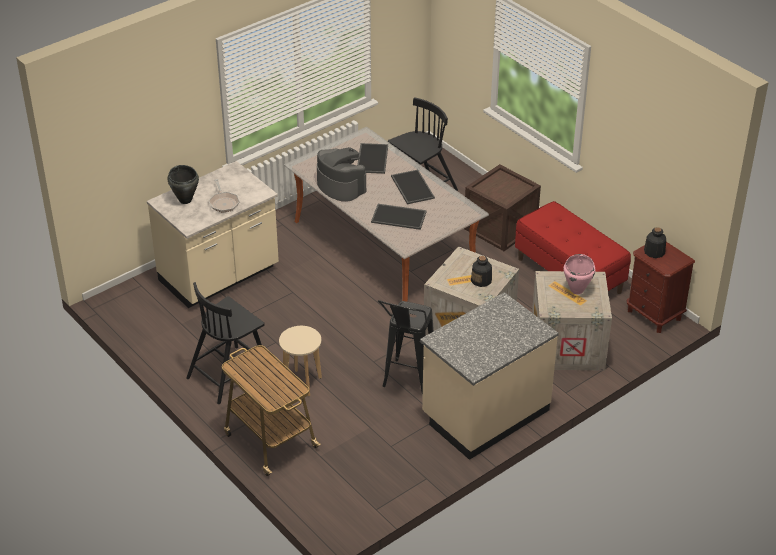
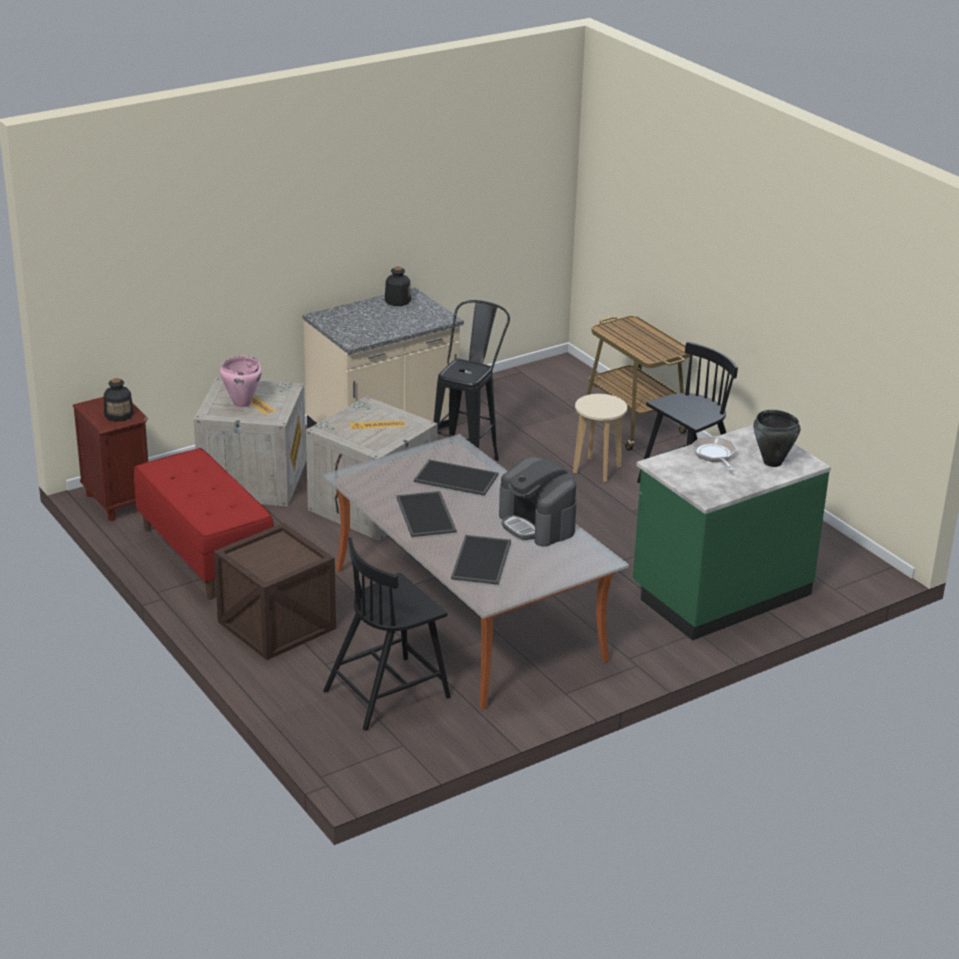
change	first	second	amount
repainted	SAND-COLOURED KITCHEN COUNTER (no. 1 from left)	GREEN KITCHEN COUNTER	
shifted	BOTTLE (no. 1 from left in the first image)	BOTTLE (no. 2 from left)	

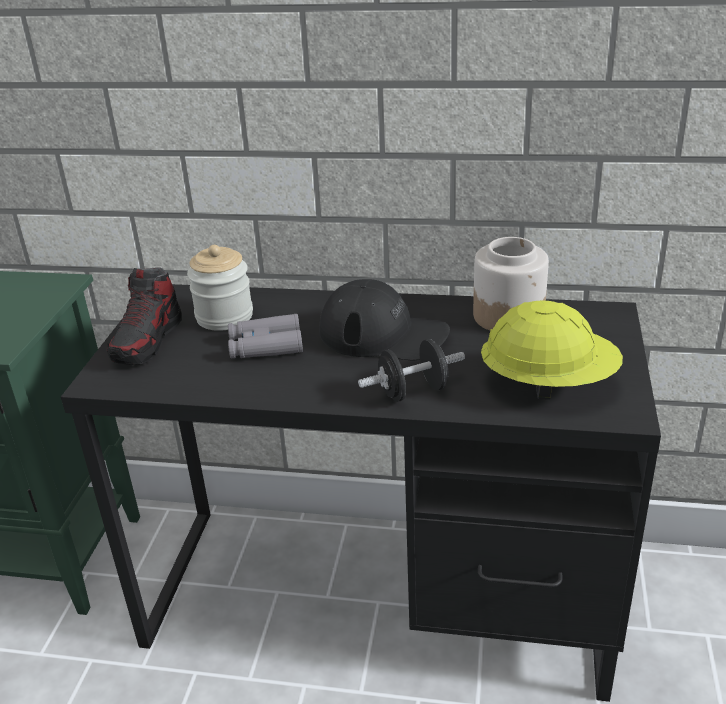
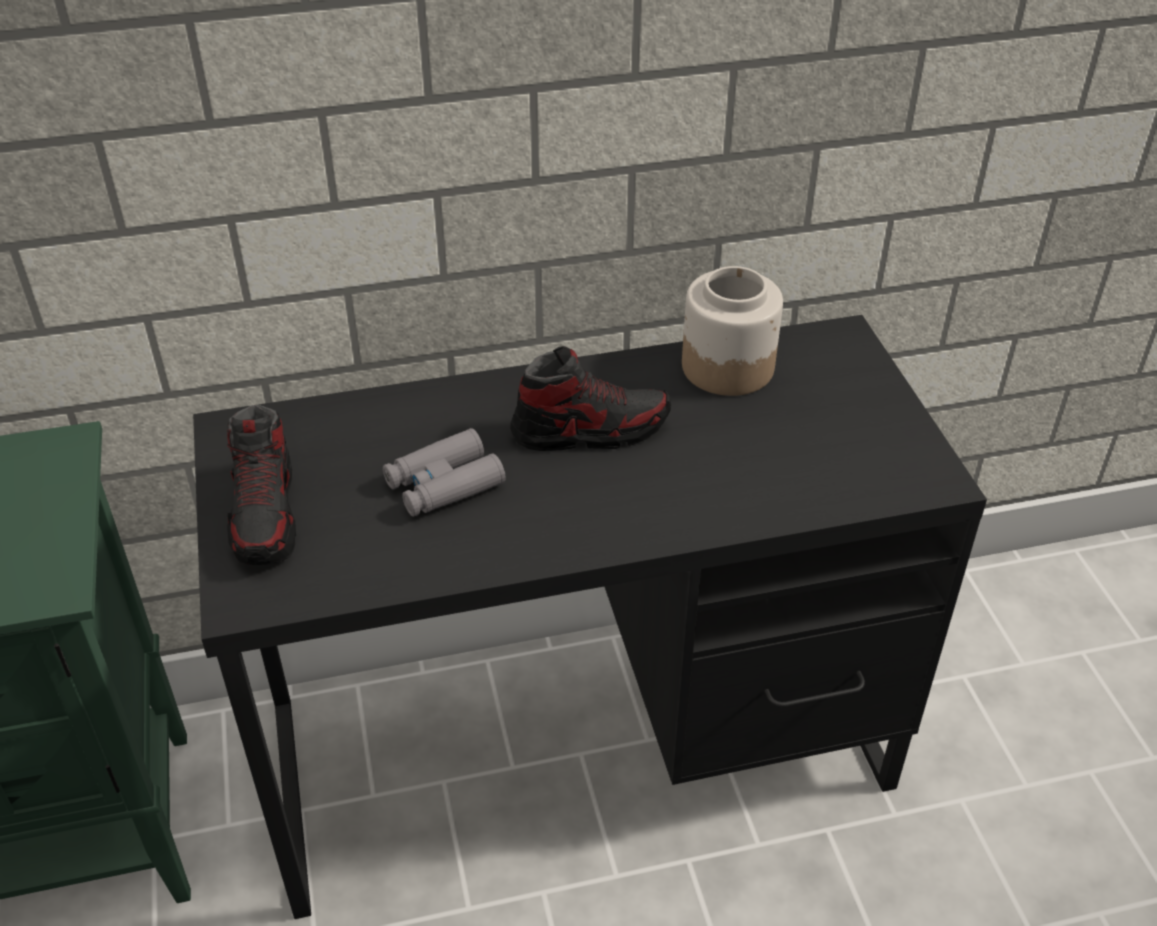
change	first	second	amount
gone	PRESERVE JAR (no. 1 from left)		
swapped	BLACK BASEBALL CAP	LOW SHOE (no. 2 from left)	
gone	YELLOW SAFETY HELMET		
gone	BLACK FREE WEIGHT		

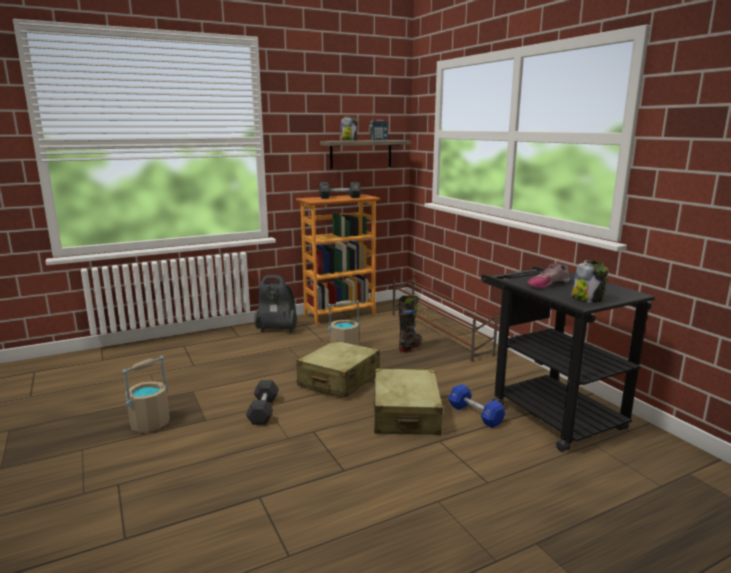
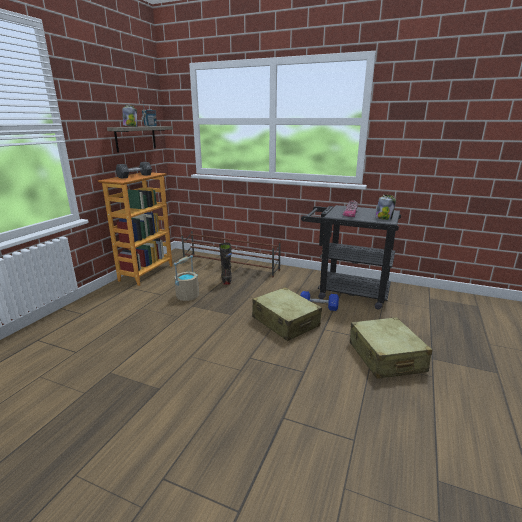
change	first	second	amount
gone	HOOVER		
shifted	SAND-COLOURED TRAVEL CASE (no. 1 from left in the first image)	SAND-COLOURED TRAVEL CASE (no. 2 from left)	
gone	SAND-COLOURED WATER BUCKET (no. 1 from left)		
gone	BLACK FREE WEIGHT (no. 1 from left)		

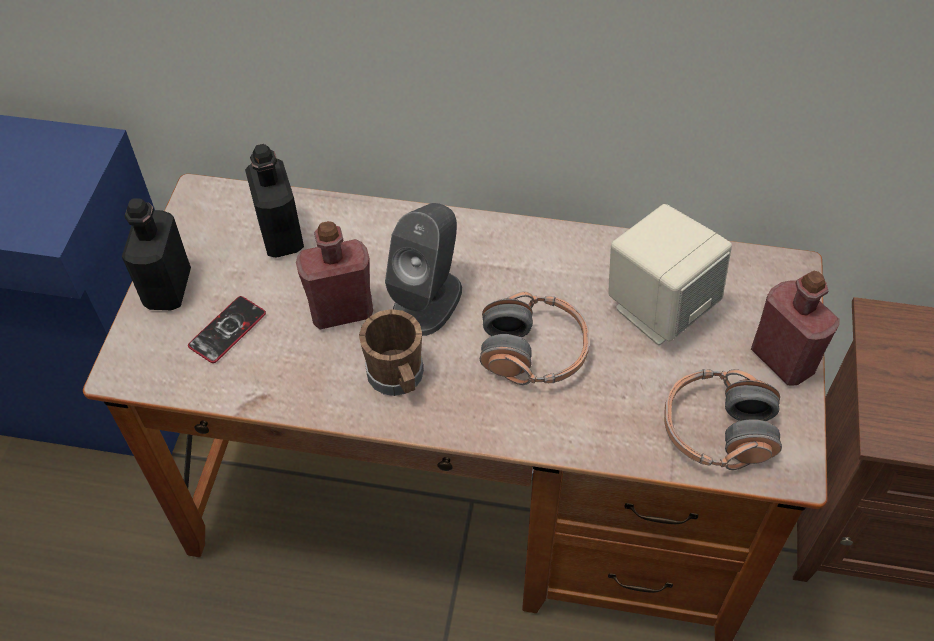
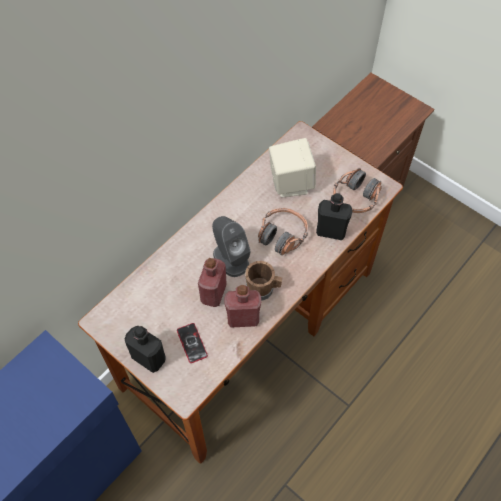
change	first	second	amount
shifted	BLACK BOTTLE (no. 2 from left)		
shifted	RED BOTTLE (no. 2 from left)		

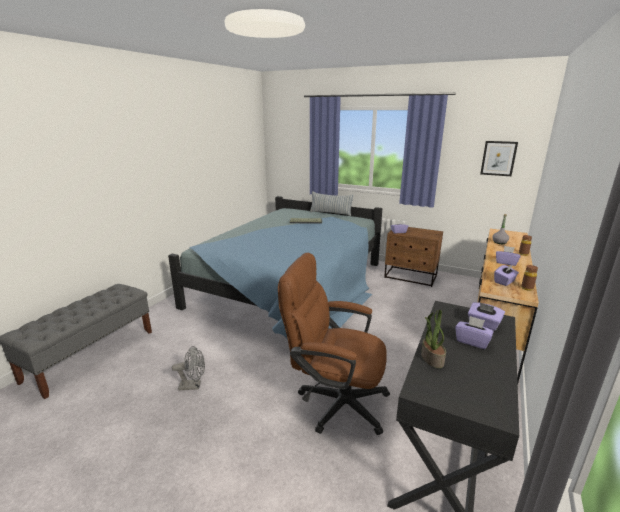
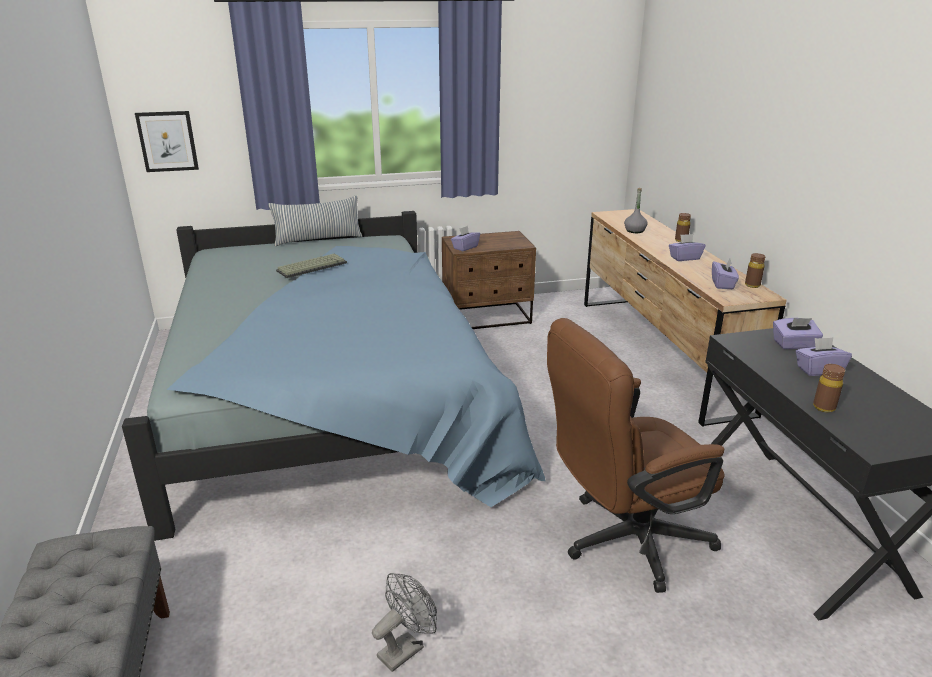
change	first	second	amount
shifted	WALL ART		
swapped	HOUSEPLANT	BROWN BOTTLE (no. 3 from left)	

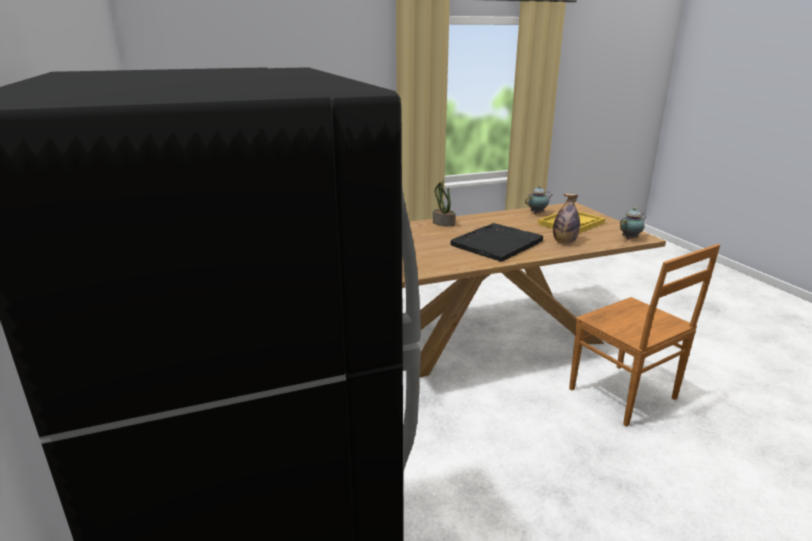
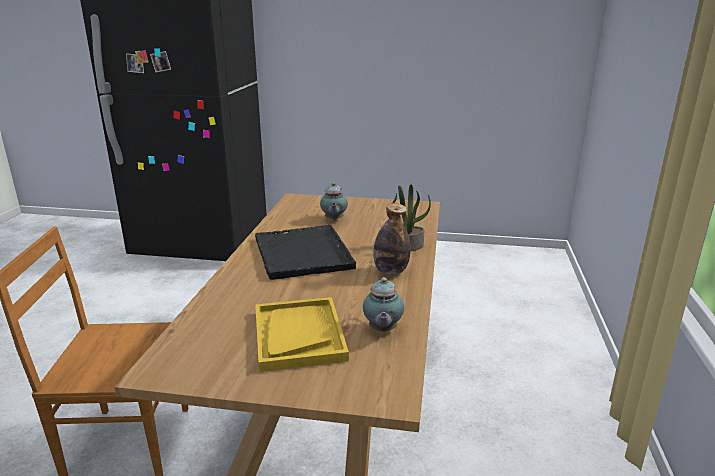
change	first	second	amount
shifted	BOTTLE		
shifted	TEAPOT (no. 2 from left in the first image)	TEAPOT (no. 1 from left)	

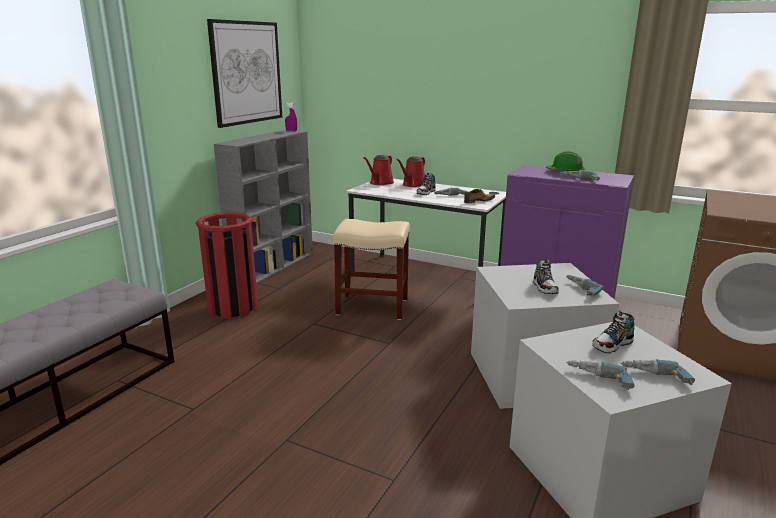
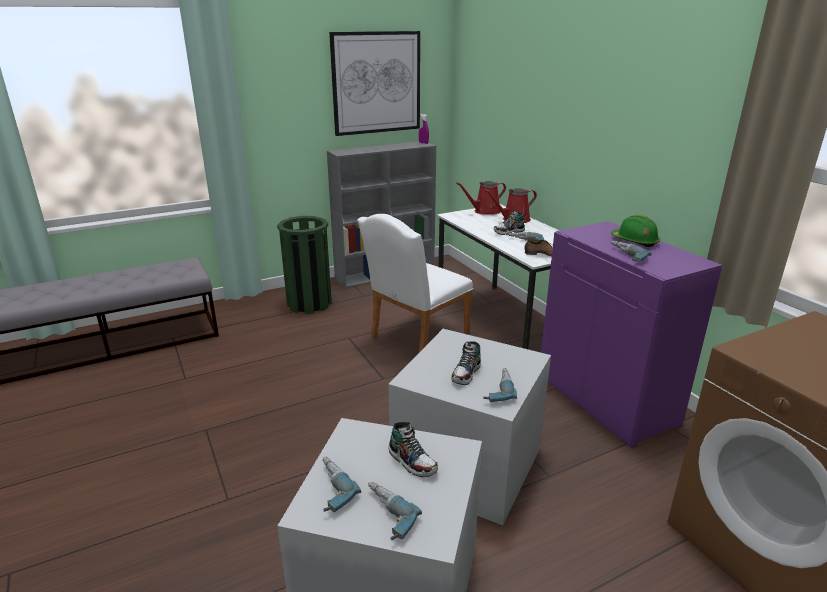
change	first	second	amount
repainted	RED WASTE BIN	GREEN WASTE BIN	
swapped	SAND-COLOURED SITTING STOOL	WHITISH CHAIR	
rotated	LOW SHOE (no. 4 from left in the first image)	LOW SHOE (no. 1 from left)	135 degrees counterclockwise

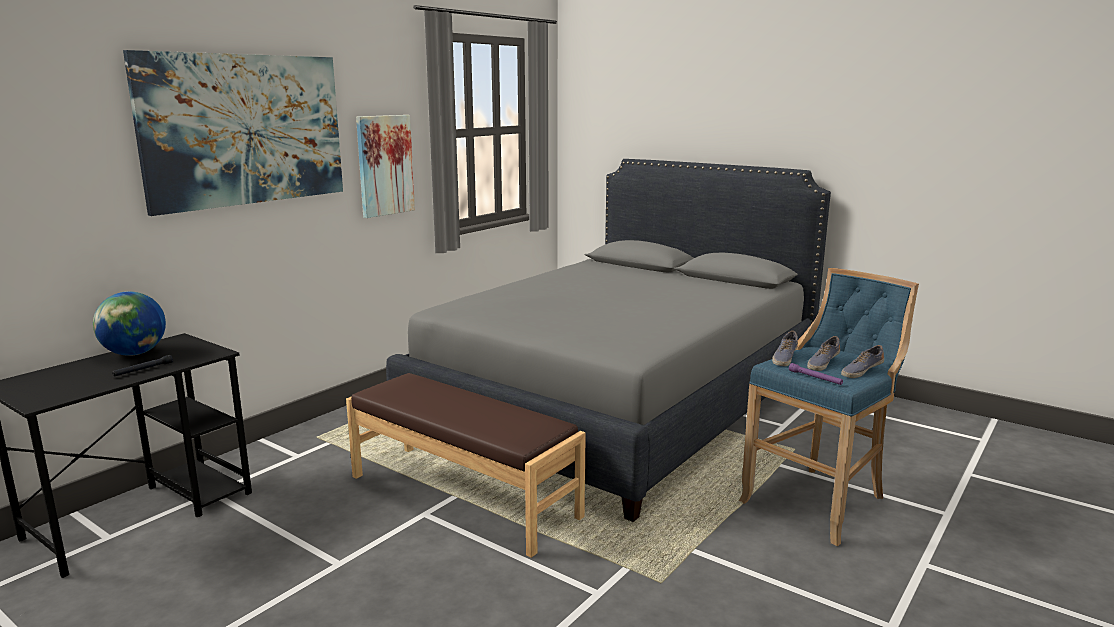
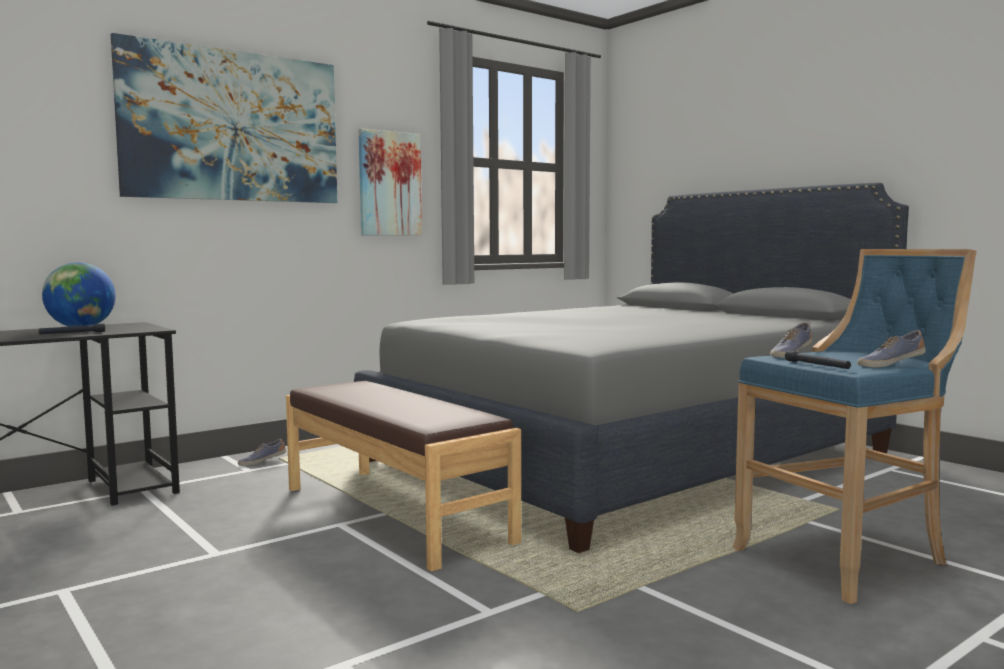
change	first	second	amount
shifted	LOW SHOE (no. 2 from left in the first image)	LOW SHOE (no. 1 from left)	
repainted	PURPLISH FLASHLIGHT	BLACK FLASHLIGHT (no. 2 from left)	

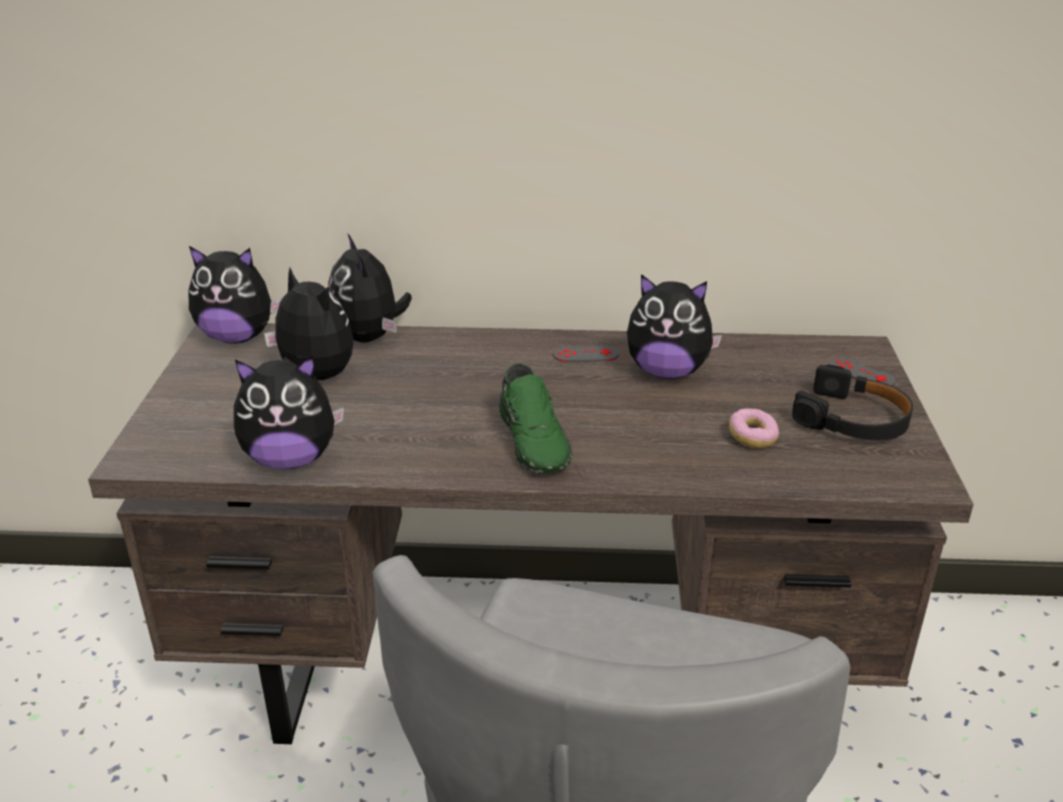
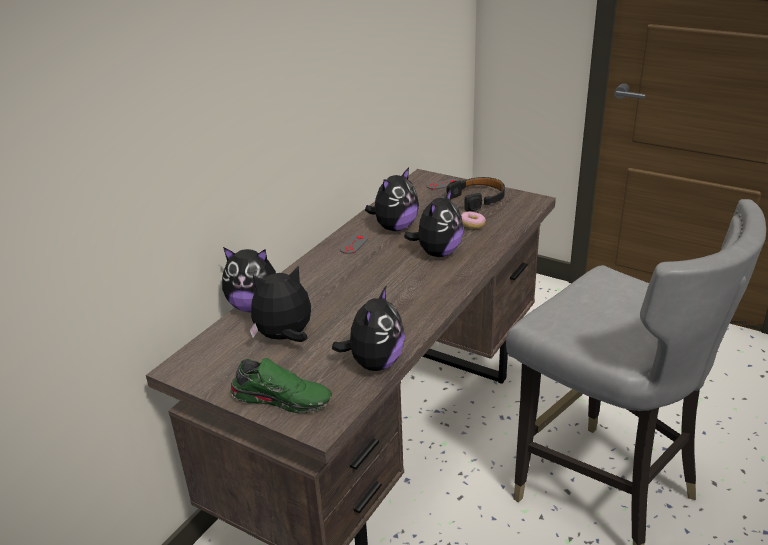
change	first	second	amount
shifted	SOFT TOY (no. 1 from left in the first image)	SOFT TOY (no. 5 from left)	
shifted	GREEN LOW SHOE		

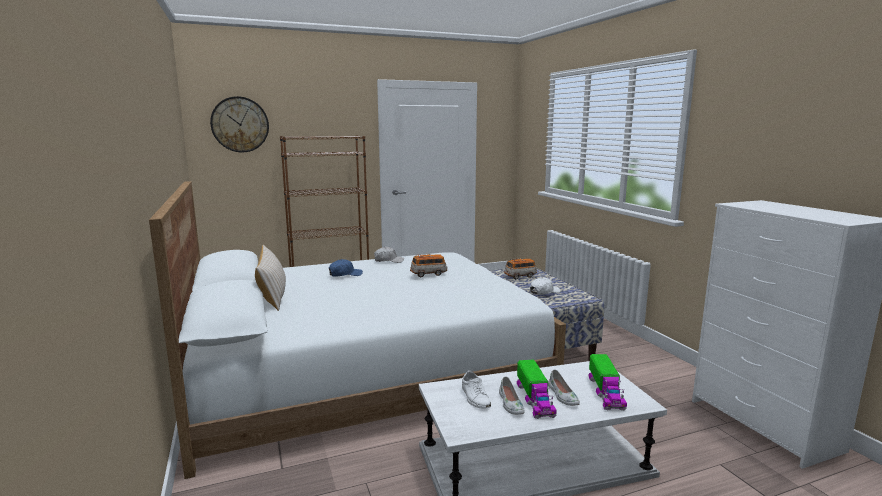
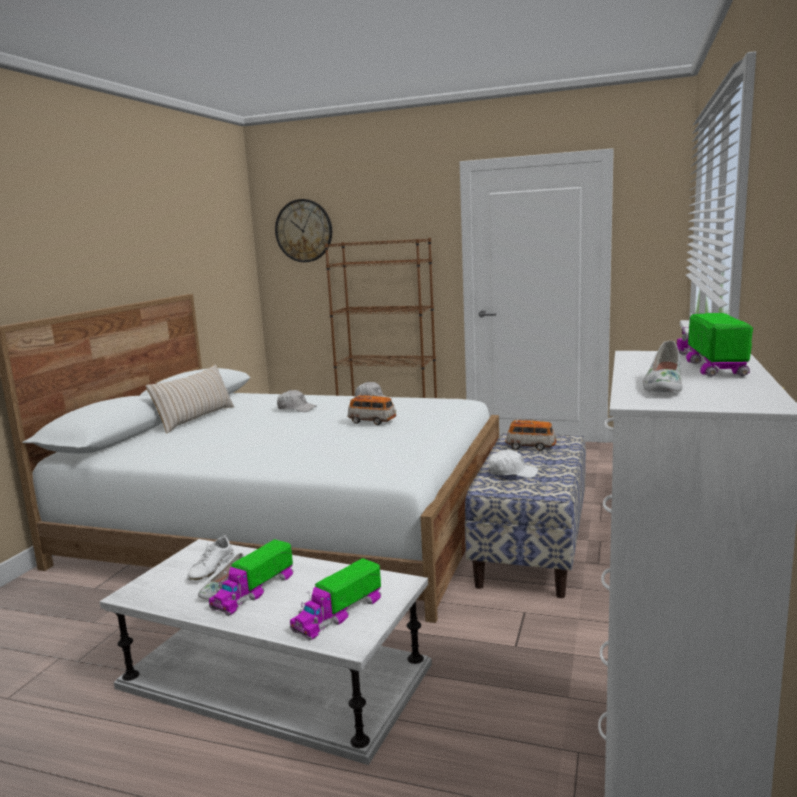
change	first	second	amount
repainted	BLUE-COLOURED BASEBALL CAP	WHITISH BASEBALL CAP (no. 1 from left)	
shifted	WHITISH LOW SHOE (no. 3 from left)		
new		TOY LORRY (no. 3 from left)	

